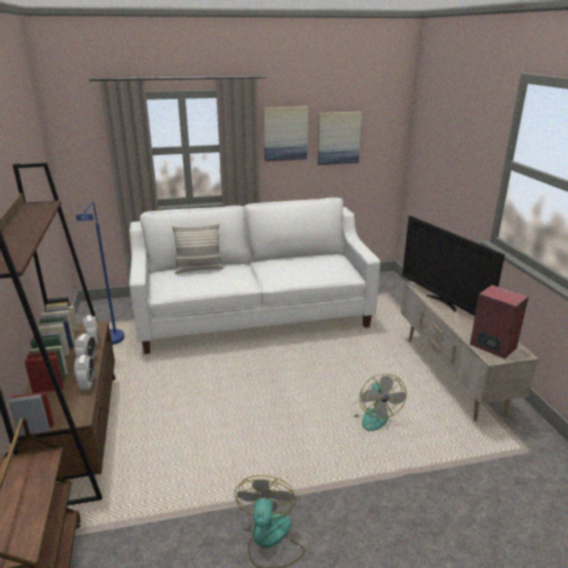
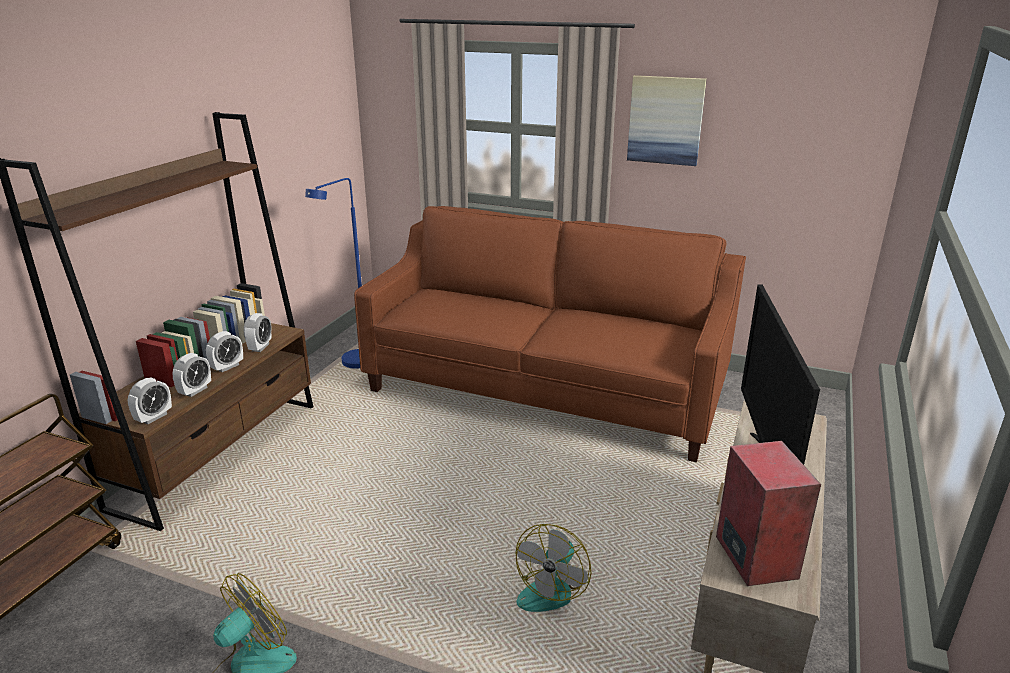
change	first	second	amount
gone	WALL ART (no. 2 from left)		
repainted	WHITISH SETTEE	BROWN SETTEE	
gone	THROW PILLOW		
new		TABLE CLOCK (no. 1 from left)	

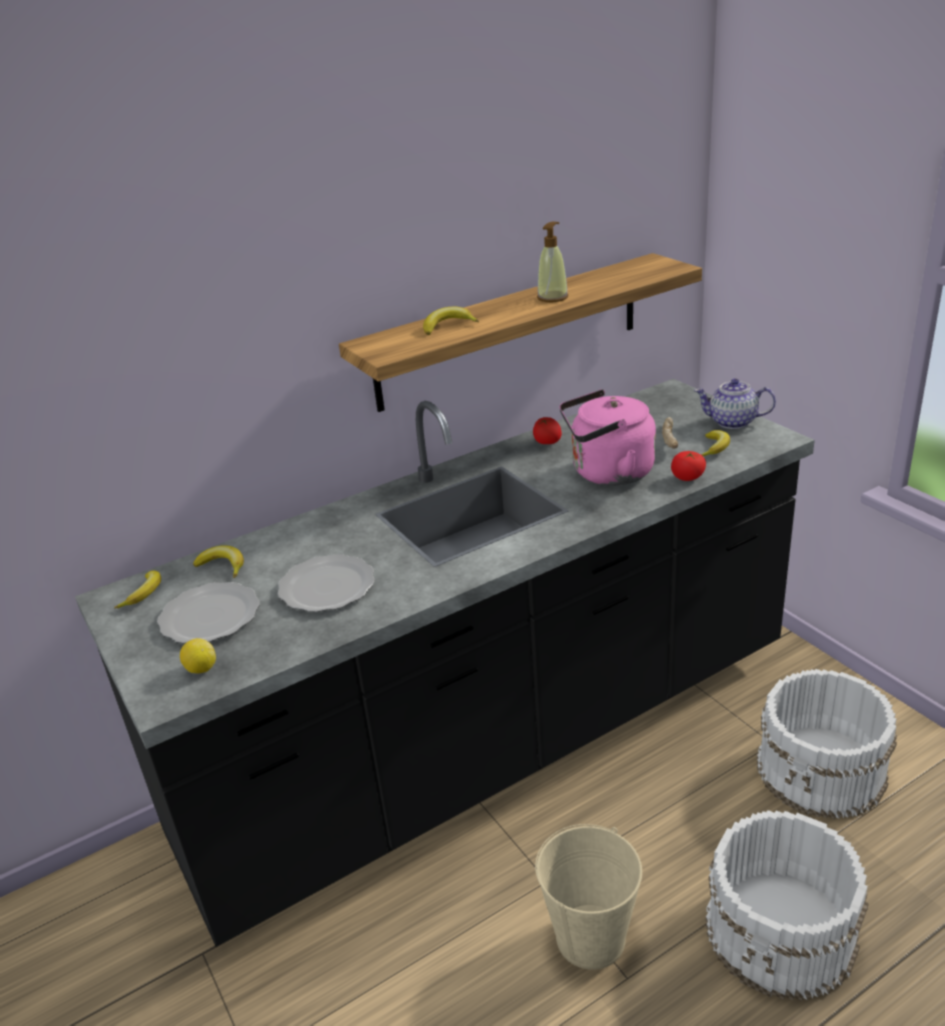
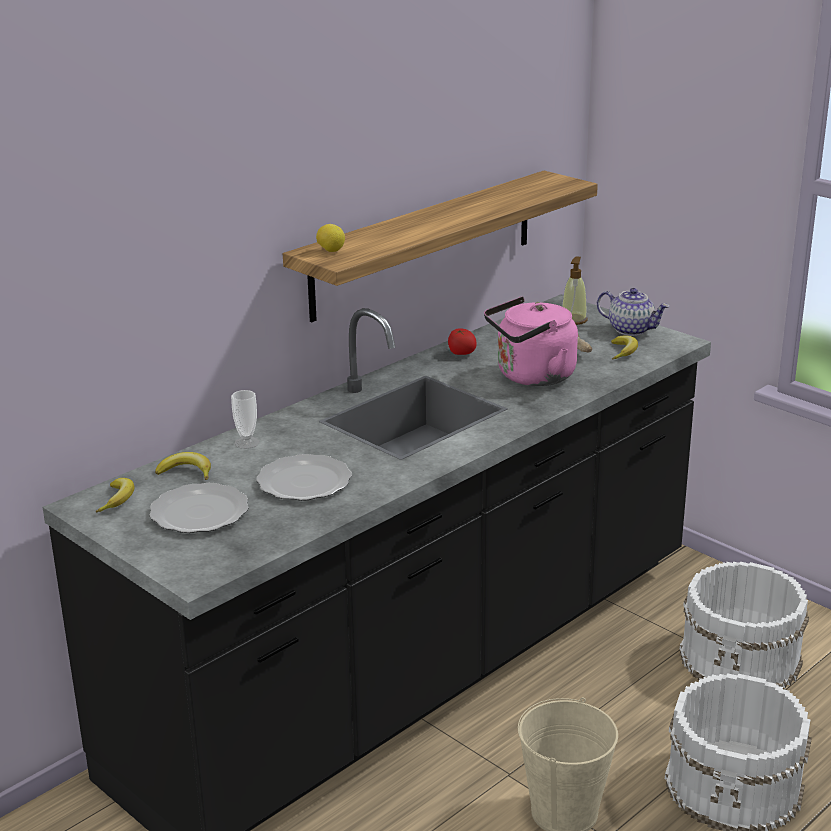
change	first	second	amount
shifted	LIQUID SOAP BOTTLE		
gone	BANANA FRUIT (no. 3 from left)		
rotated	TEAPOT		150 degrees counterclockwise
gone	TOMATO (no. 2 from left)		
shifted	WHOLE LEMON		
new		CUP	

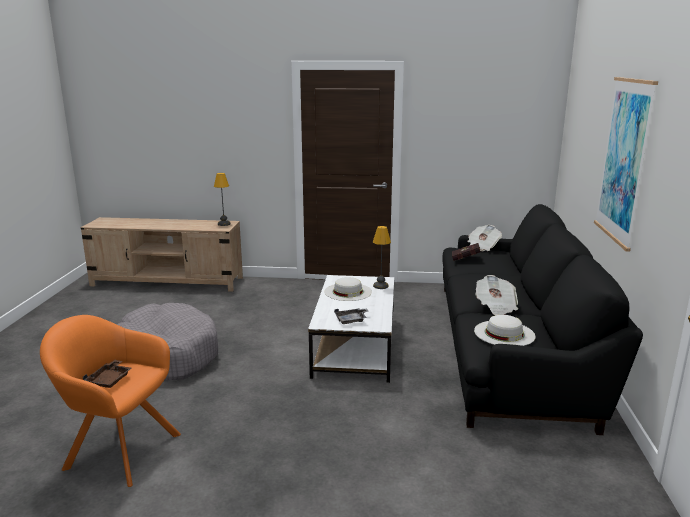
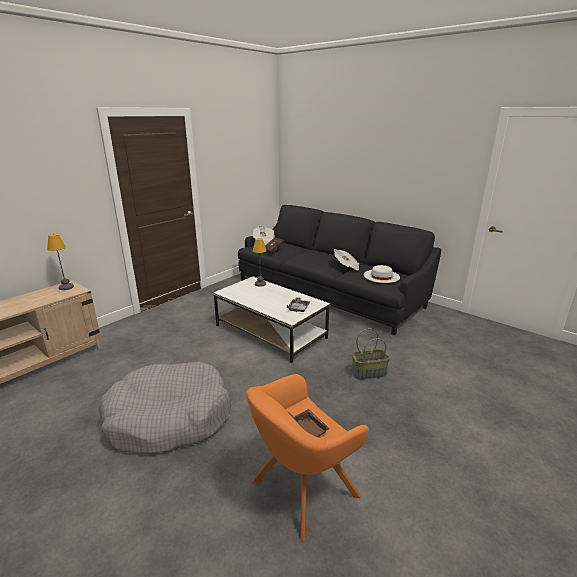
change	first	second	amount
gone	WALL ART		
gone	WHITISH CLOTHING HAT (no. 1 from left)		
new		BASKET	

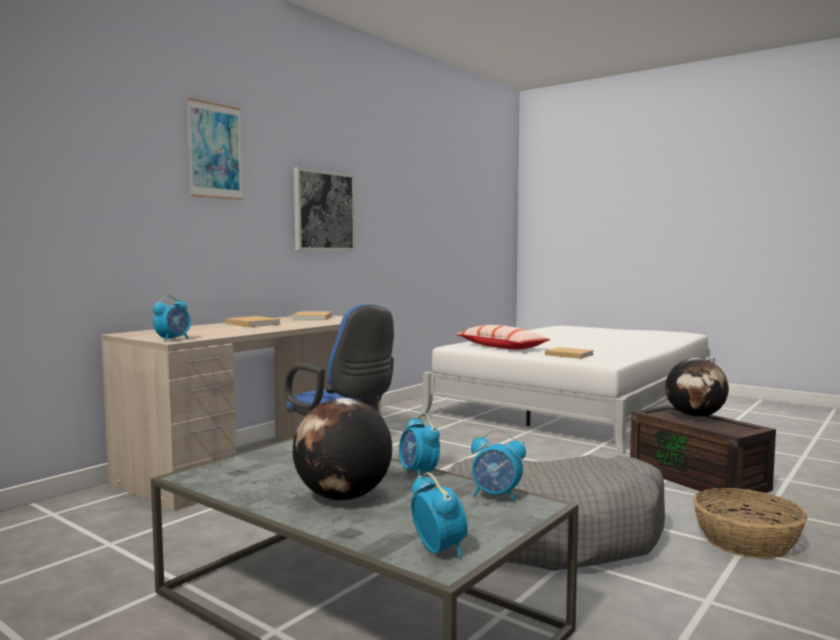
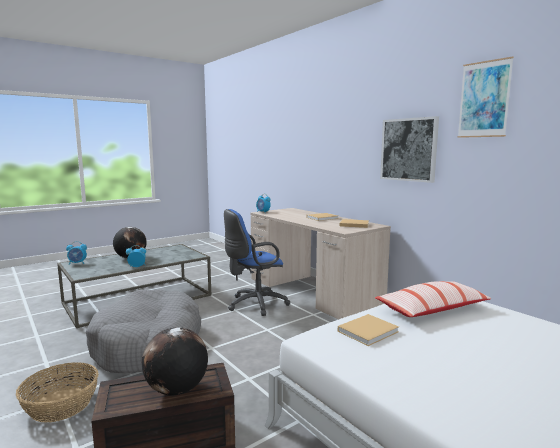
change	first	second	amount
shifted	WALL ART (no. 1 from left in the first image)	WALL ART (no. 2 from left)	
gone	TABLE CLOCK (no. 4 from left)		

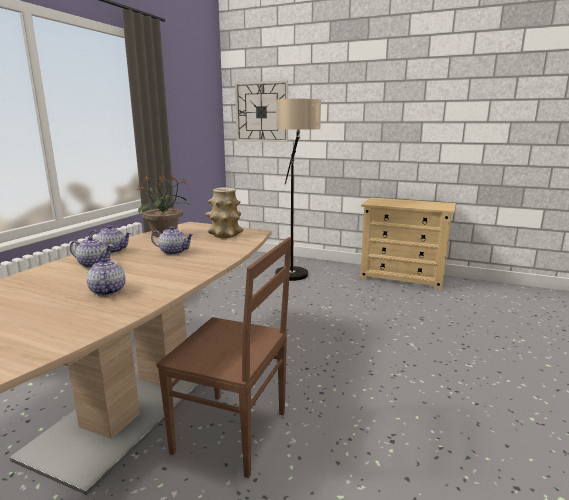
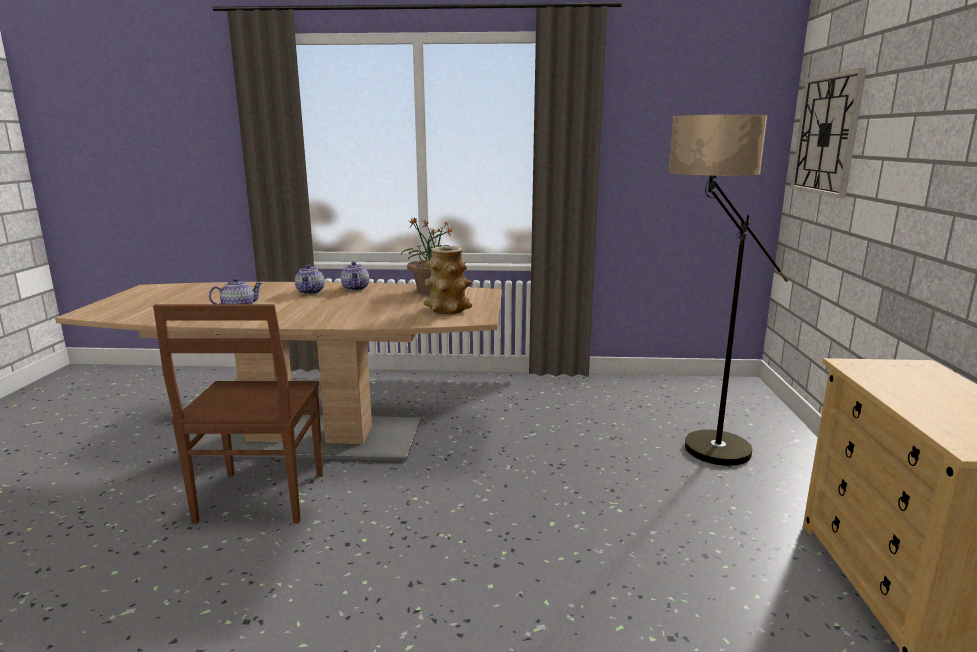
change	first	second	amount
gone	TEAPOT (no. 4 from left)		

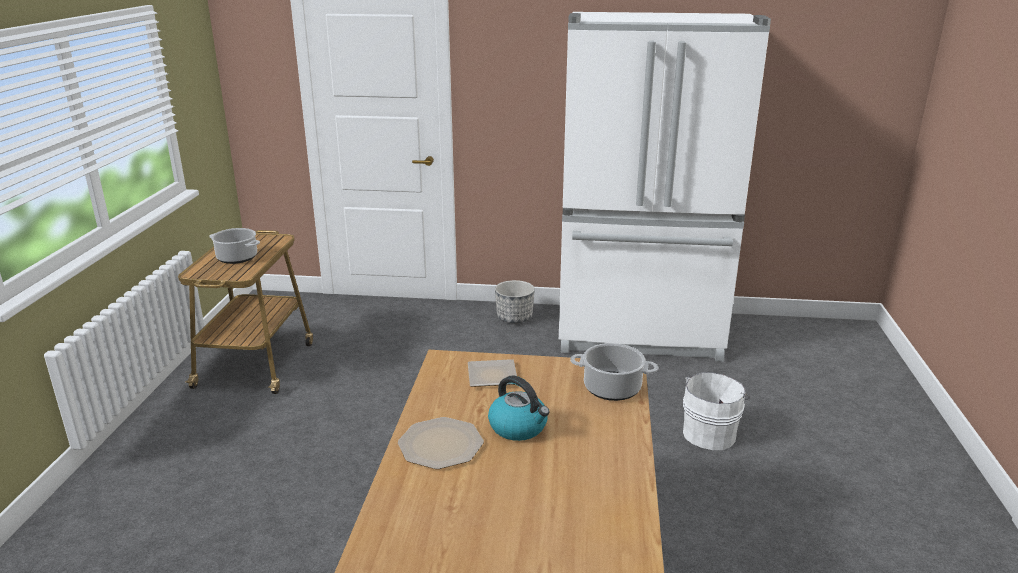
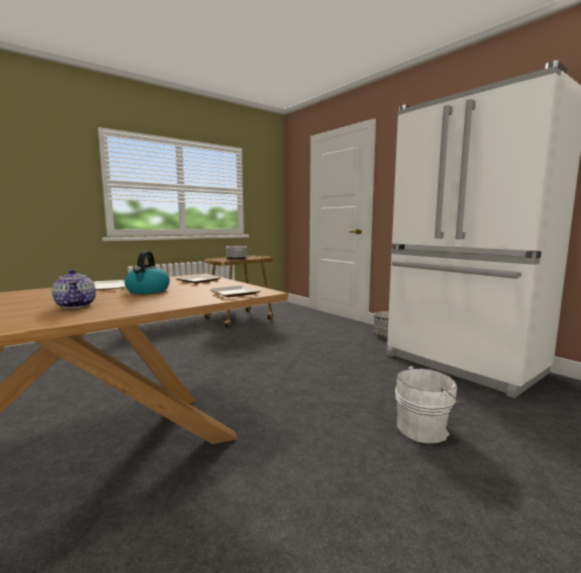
change	first	second	amount
swapped	COOKING POT (no. 2 from left)	PLATE (no. 3 from left)	
new		TEAPOT	

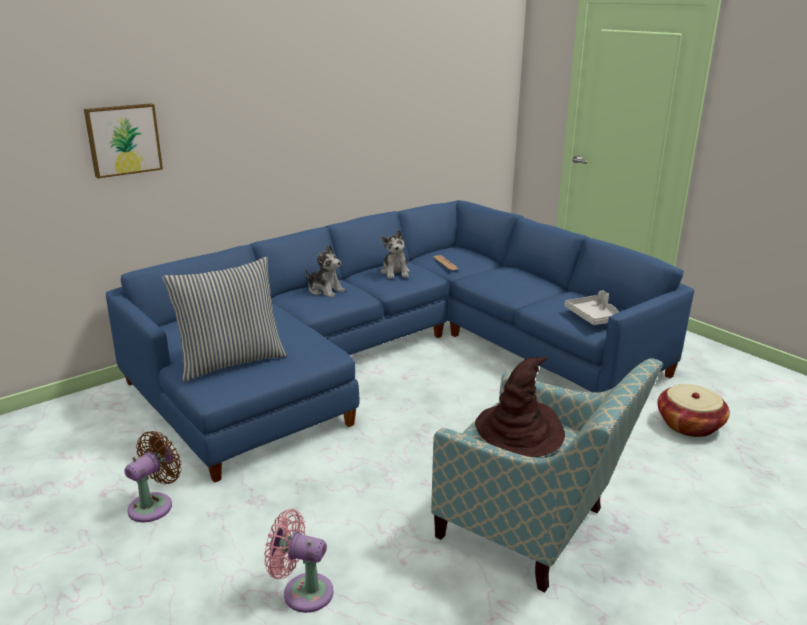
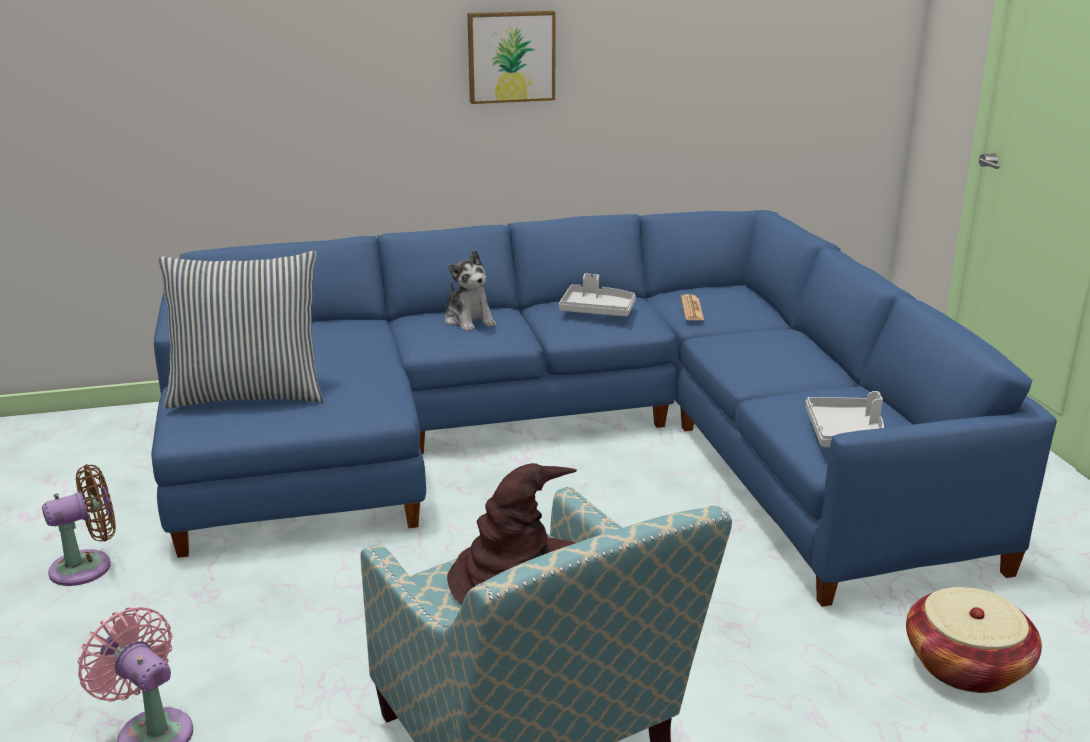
change	first	second	amount
shifted	WALL ART		
swapped	SOFT TOY (no. 2 from left)	GREY CARRYING TRAY (no. 1 from left)	

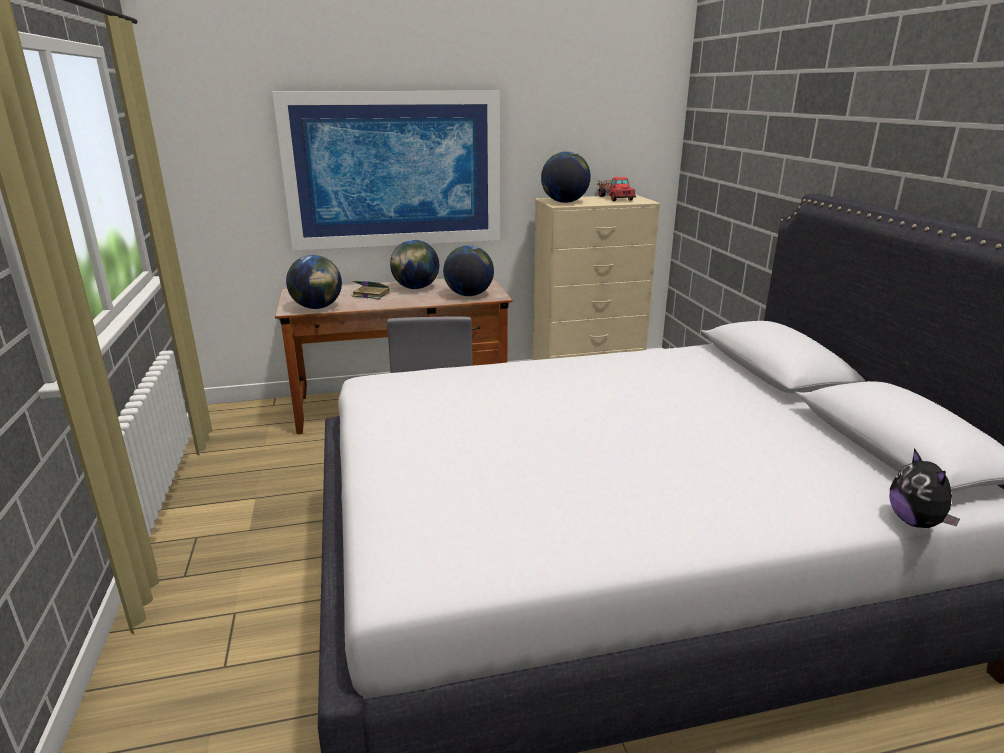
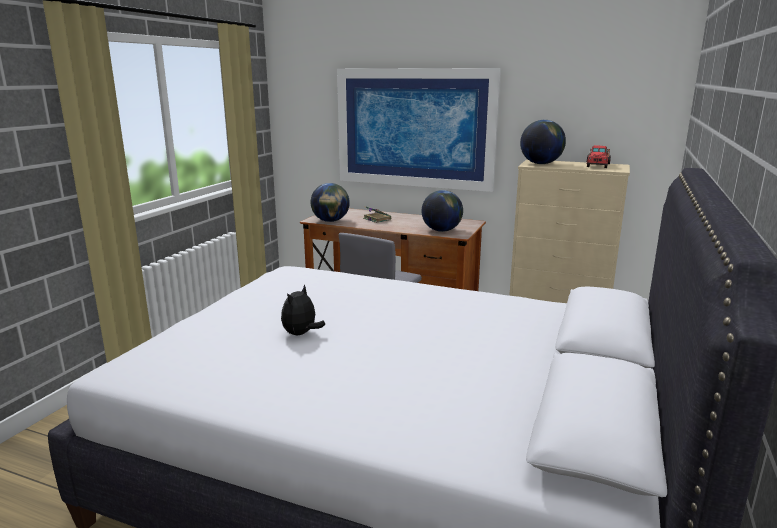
change	first	second	amount
gone	WORLD GLOBE (no. 2 from left)		
shifted	SOFT TOY		

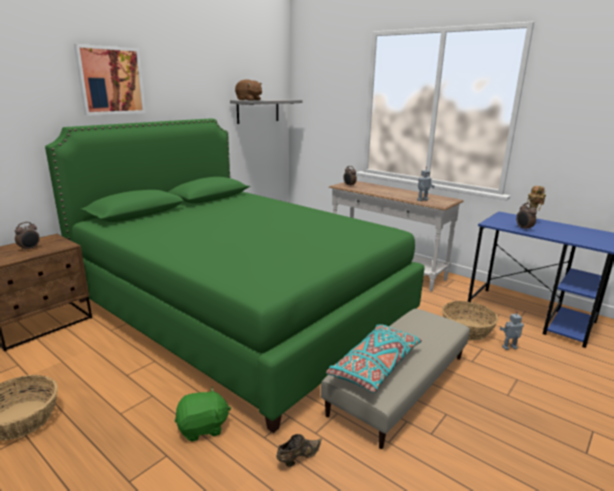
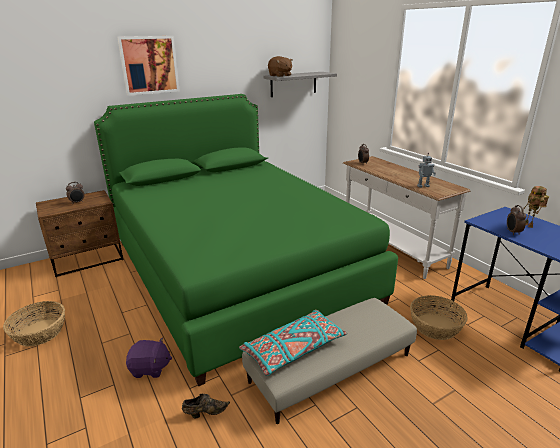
change	first	second	amount
gone	TOY ROBOT (no. 2 from left)		
repainted	GREEN SOFT TOY	PURPLISH SOFT TOY	

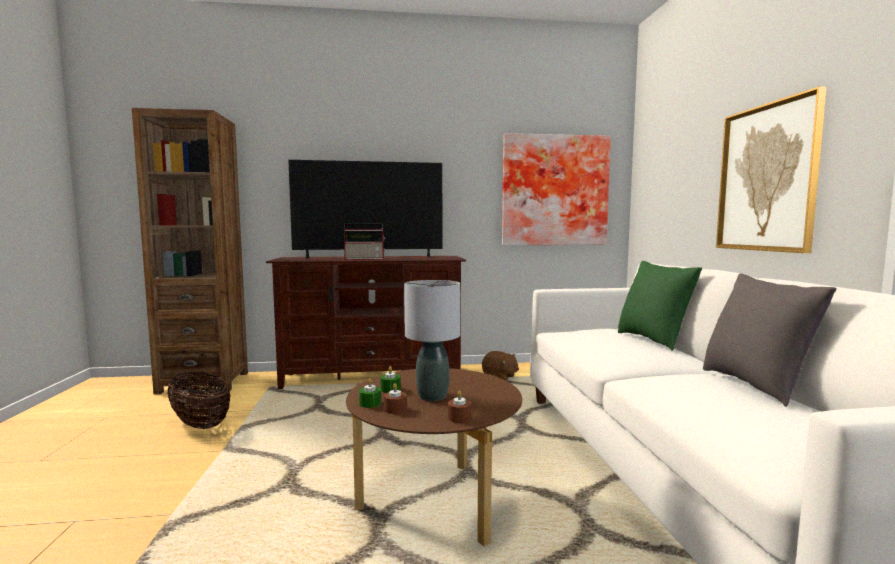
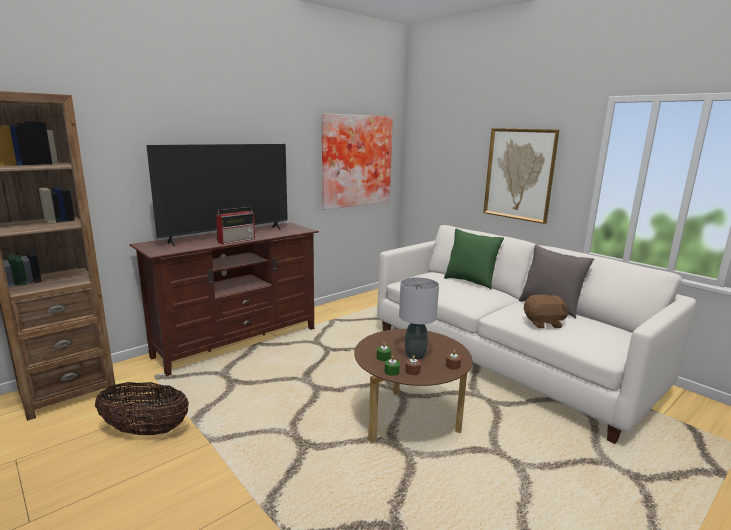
change	first	second	amount
shifted	BROWN SOFT TOY		

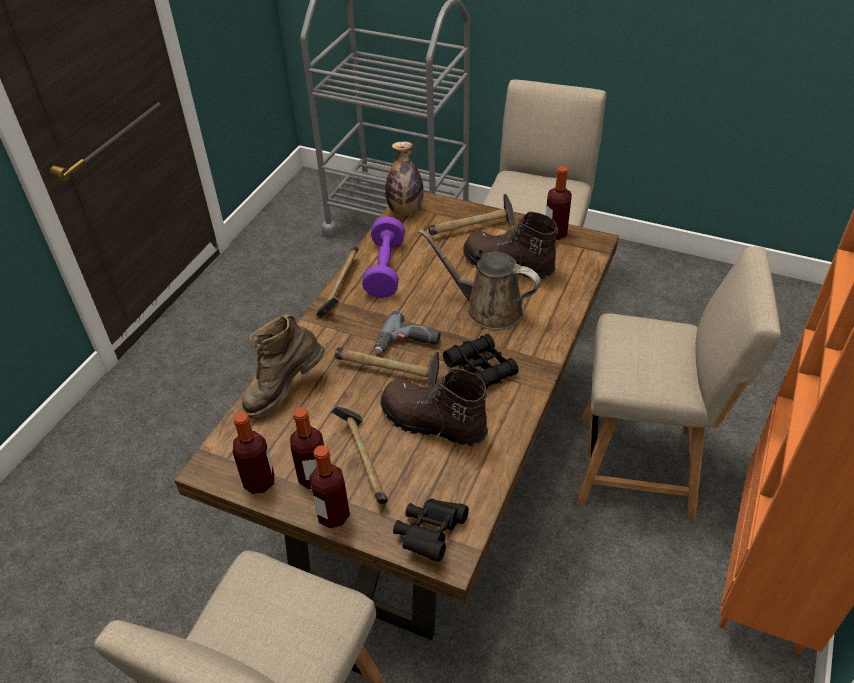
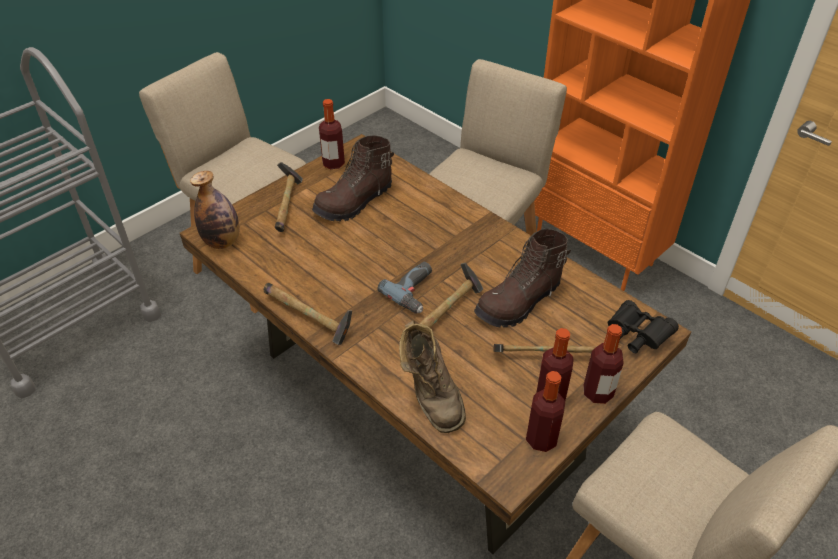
change	first	second	amount
gone	PURPLISH FREE WEIGHT		
gone	BROWN WATERING POT		
gone	BLACK FIELD GLASSES (no. 2 from left)		

